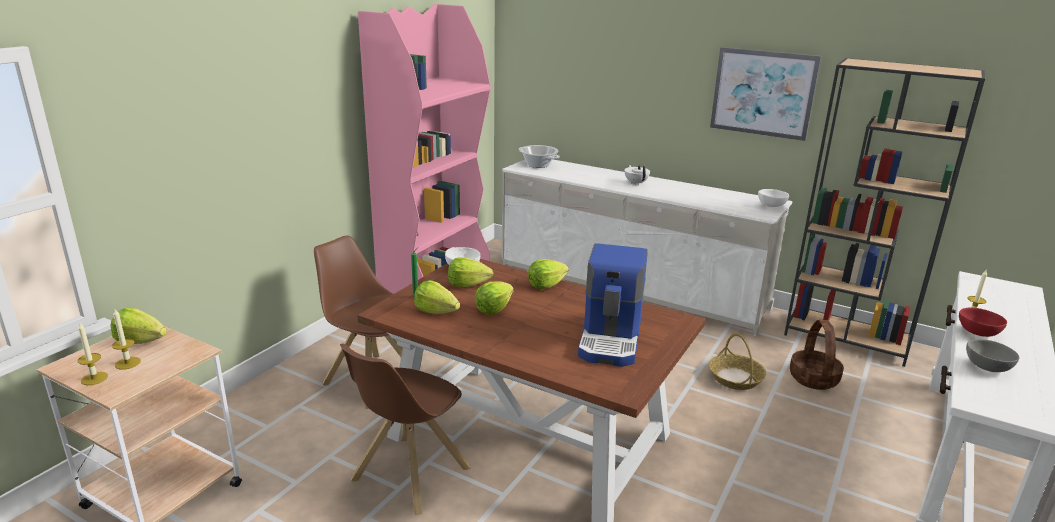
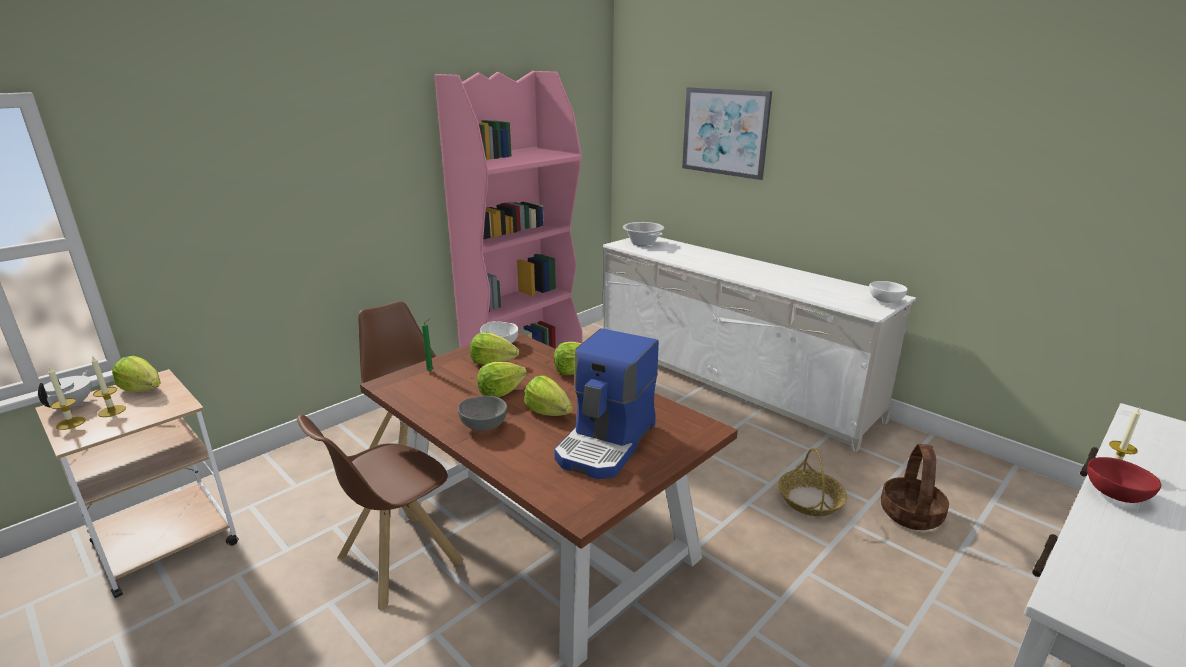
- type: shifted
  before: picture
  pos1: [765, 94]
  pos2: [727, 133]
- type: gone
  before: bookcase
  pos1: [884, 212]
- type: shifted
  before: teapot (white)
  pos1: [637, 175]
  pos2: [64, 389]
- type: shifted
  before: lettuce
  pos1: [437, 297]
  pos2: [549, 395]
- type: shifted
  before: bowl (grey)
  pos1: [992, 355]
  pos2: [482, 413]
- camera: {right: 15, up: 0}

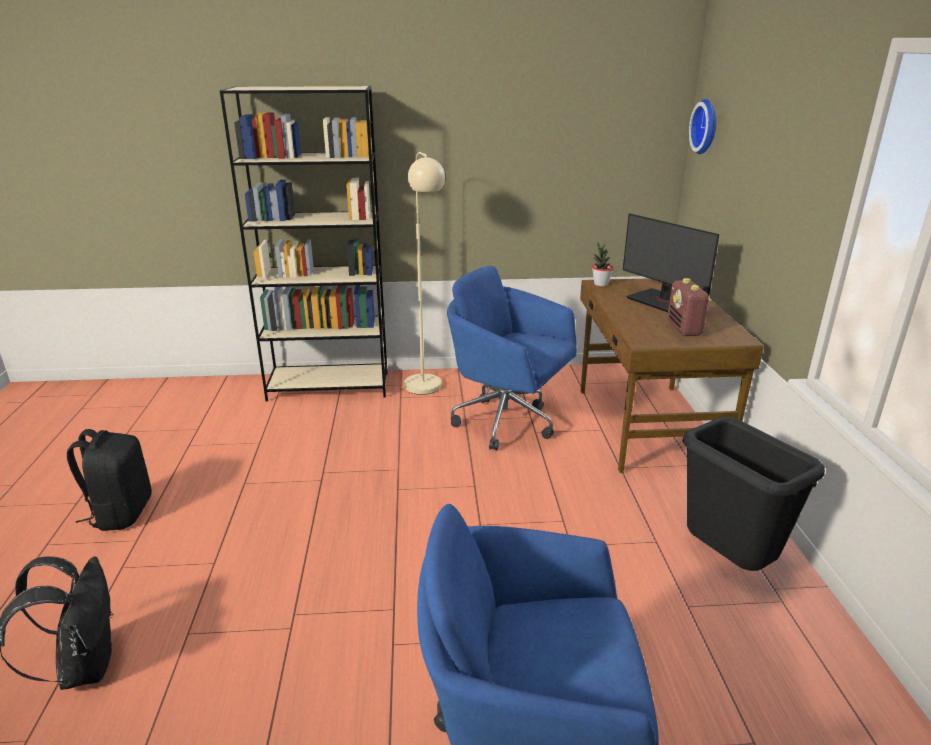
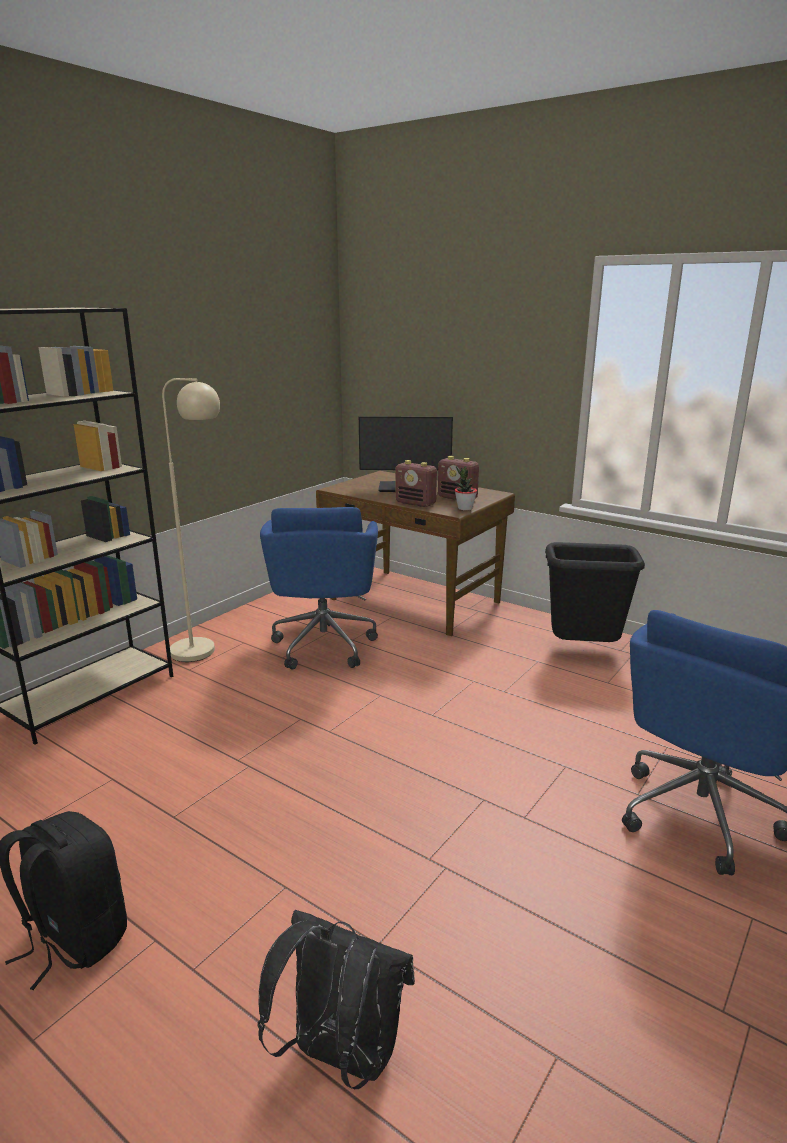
- type: gone
  before: wall clock
  pos1: [702, 126]
- type: shifted
  before: potted plant
  pos1: [603, 264]
  pos2: [466, 488]
- type: rotated
  before: office chair (blue)
  pos1: [512, 358]
  pos2: [319, 588]
  turn: -75
- type: new
  after: radio
  pos2: [416, 483]
- camera: {right: -50, up: -5}

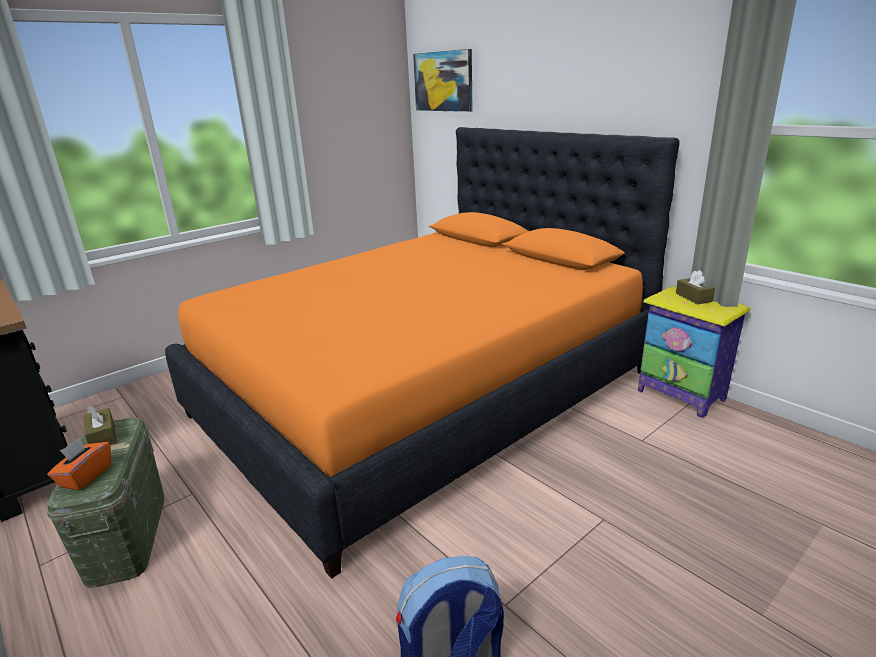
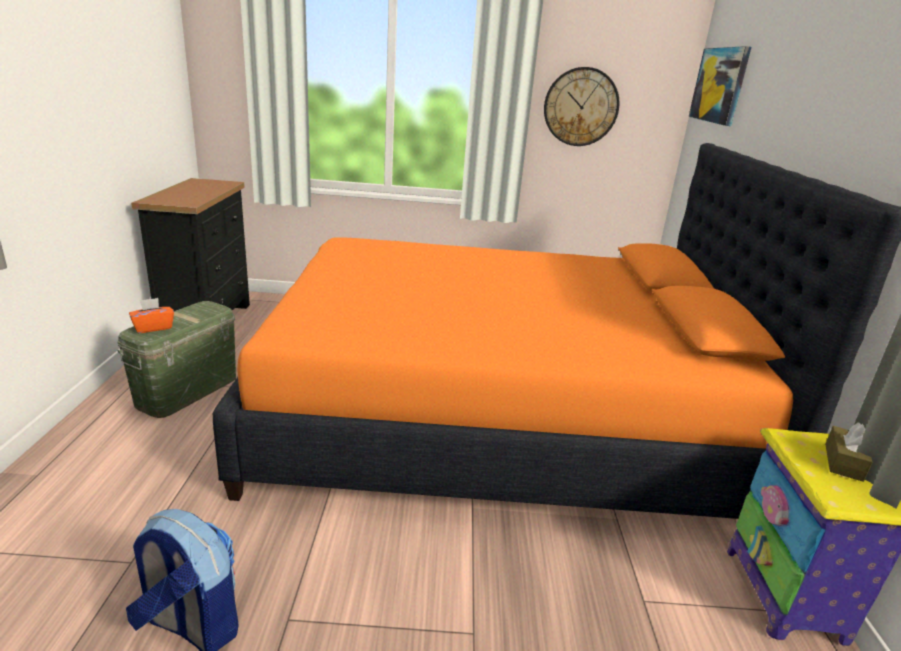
- type: gone
  before: tissue box (brown)
  pos1: [100, 425]
- type: new
  after: wall clock
  pos2: [582, 106]
- camera: {right: 40, up: 0}

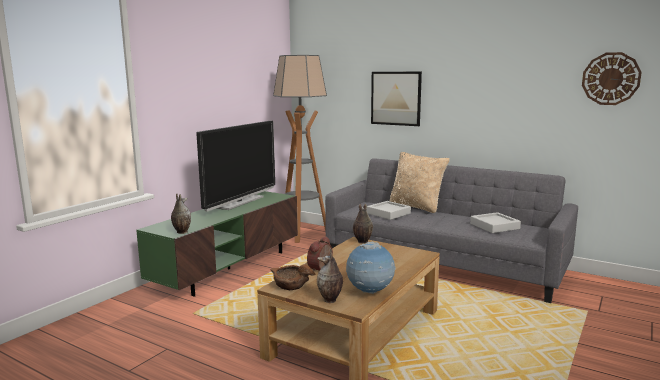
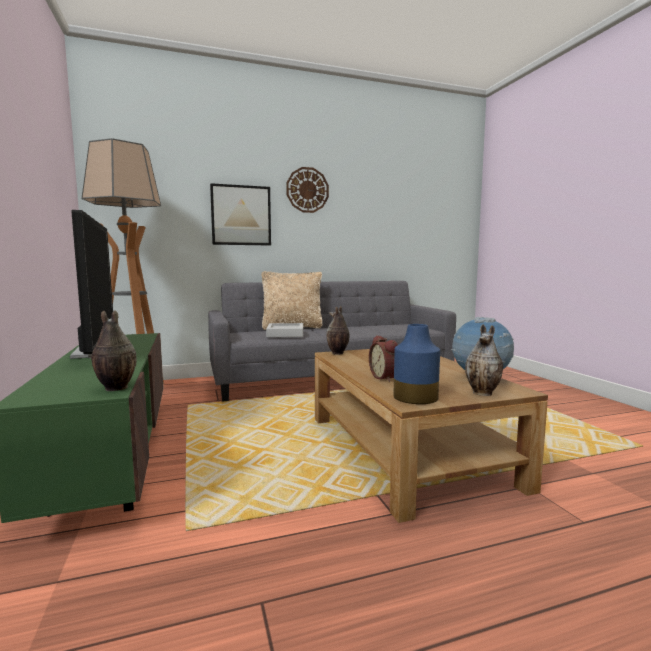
- type: shifted
  before: wall clock
  pos1: [612, 78]
  pos2: [307, 190]
- type: gone
  before: tray (grey)
  pos1: [495, 222]
- type: swapped
  before: bowl (brown)
  after: vase (blue)
  pos1: [292, 277]
  pos2: [416, 364]
- camera: {right: -50, up: -5}

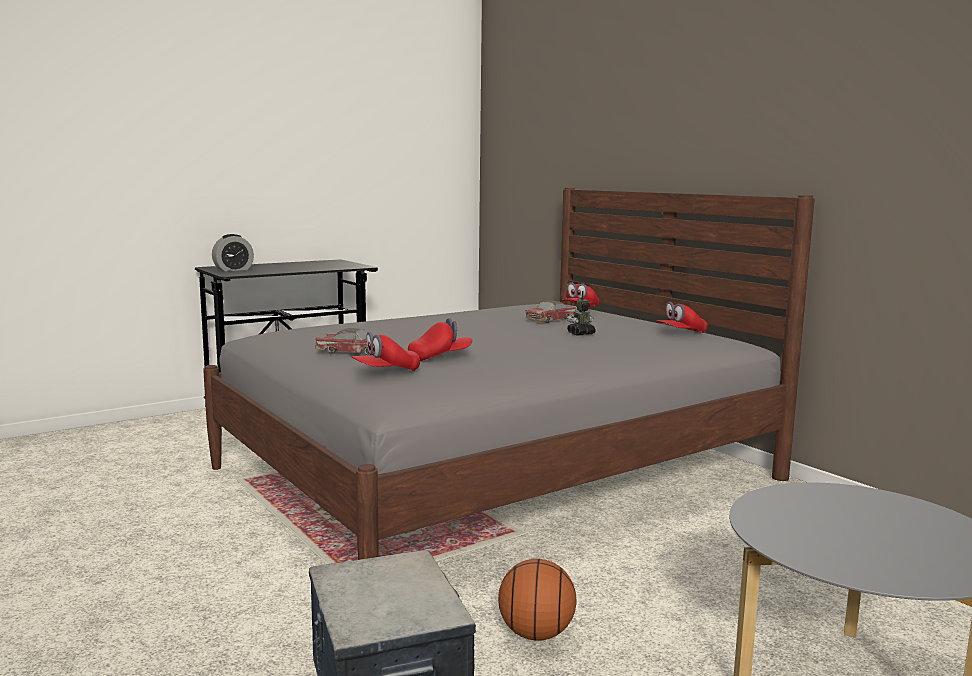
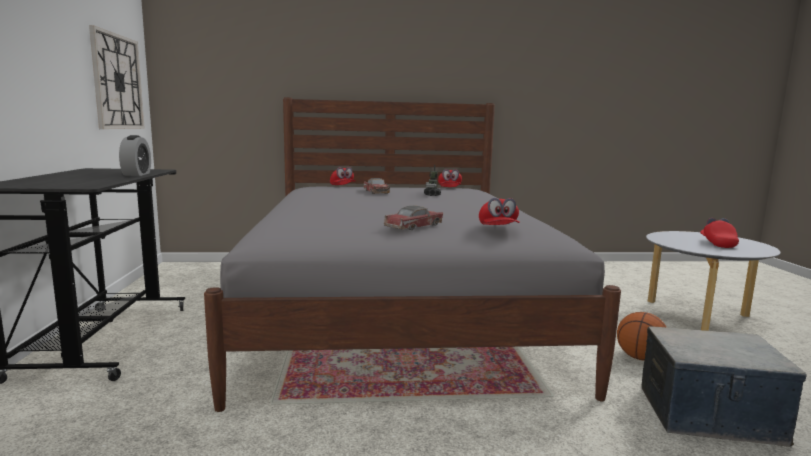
- type: shifted
  before: alarm clock
  pos1: [233, 252]
  pos2: [135, 155]
- type: shifted
  before: cap (red)
  pos1: [440, 339]
  pos2: [719, 233]
- type: new
  after: wall clock
  pos2: [117, 77]
- camera: {right: -60, up: 0}

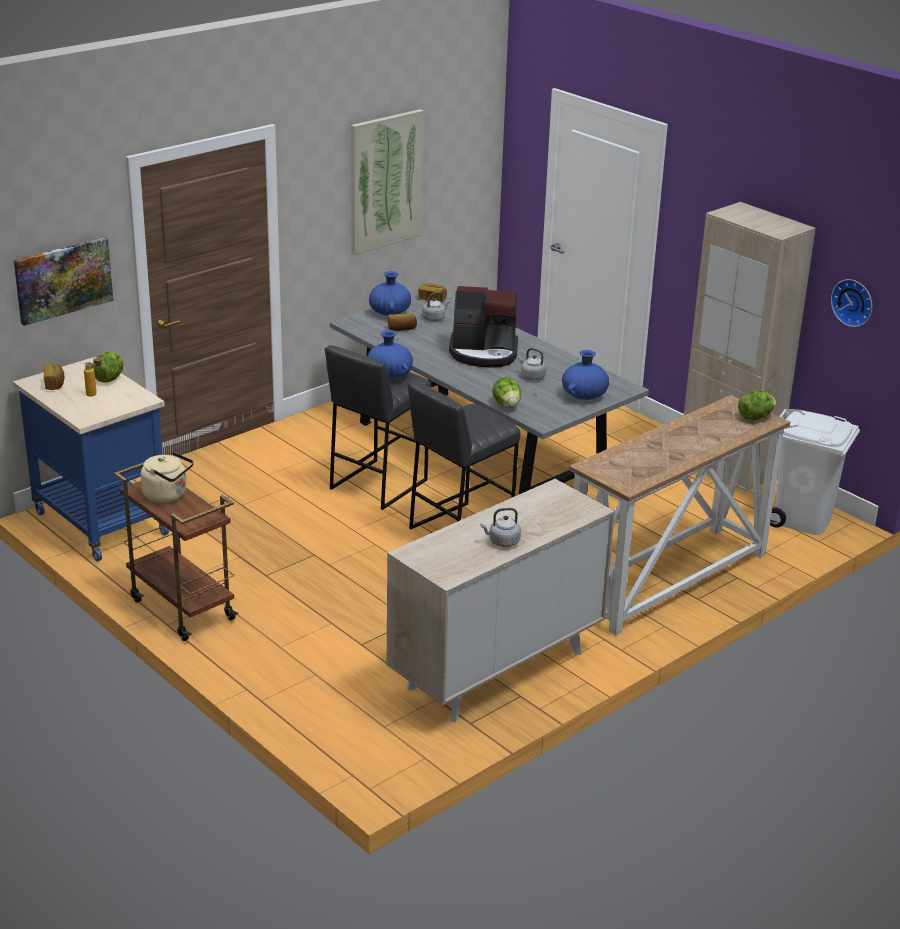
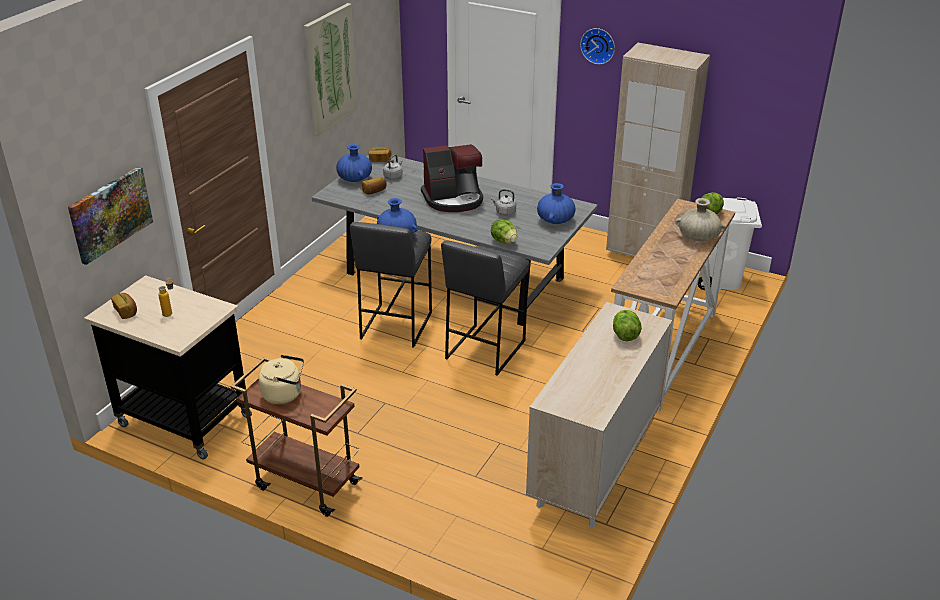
- type: shifted
  before: wall clock
  pos1: [851, 303]
  pos2: [597, 46]
- type: shifted
  before: lettuce
  pos1: [107, 367]
  pos2: [627, 325]
- type: repainted
  before: cart (blue)
  after: cart (black)
  pos1: [91, 459]
  pos2: [168, 367]
- type: gone
  before: kettle (grey)
  pos1: [501, 527]
- type: new
  after: vase (beige)
  pos2: [700, 219]
- camera: {right: -20, up: 5}

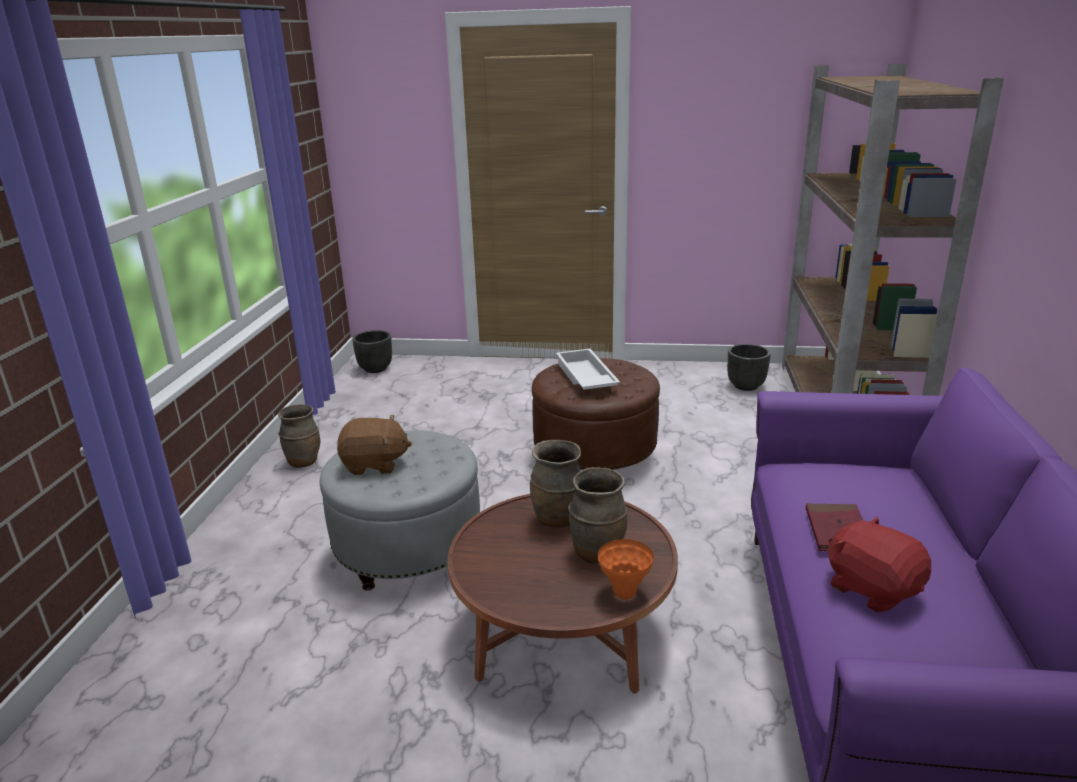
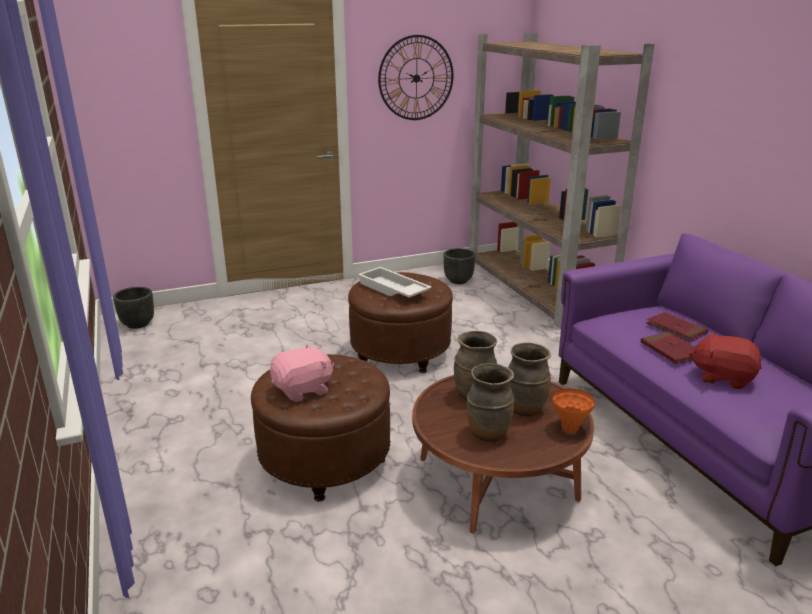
- type: shifted
  before: vase (brown)
  pos1: [299, 436]
  pos2: [490, 402]
- type: repainted
  before: plush toy (brown)
  after: plush toy (pink)
  pos1: [374, 445]
  pos2: [302, 373]
- type: repainted
  before: ottoman (grey)
  after: ottoman (brown)
  pos1: [400, 510]
  pos2: [321, 428]
- type: new
  after: wall clock
  pos2: [415, 77]
- type: new
  after: book (red)
  pos2: [677, 327]
- camera: {right: -30, up: 0}

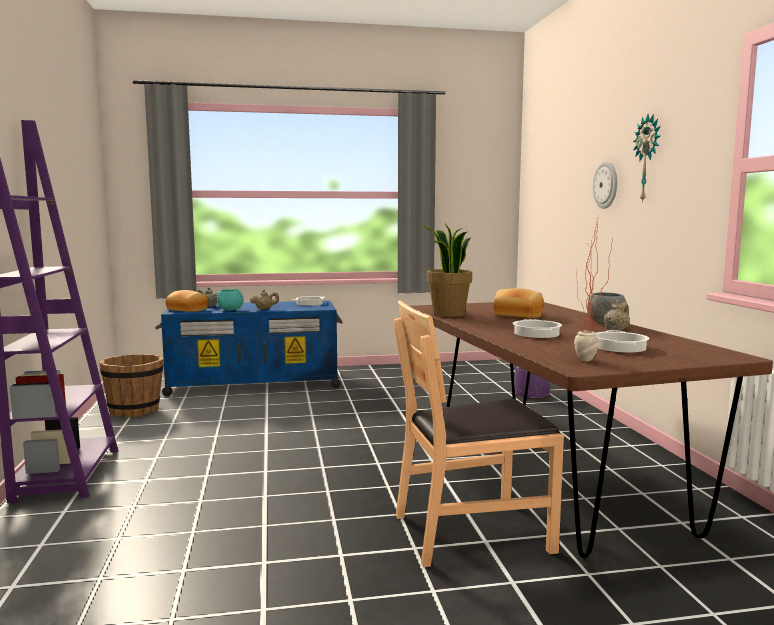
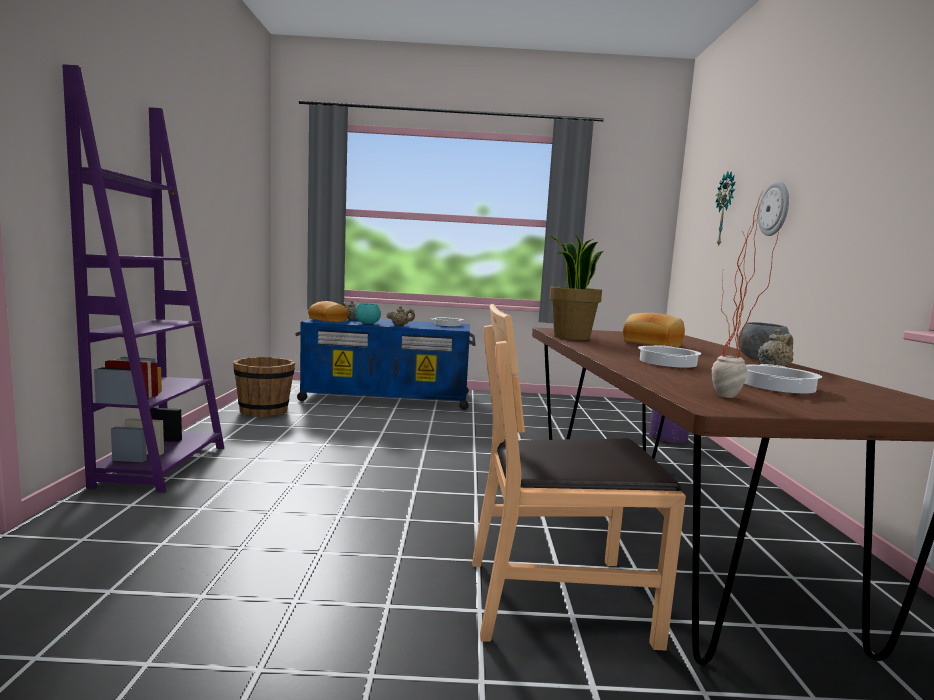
- type: shifted
  before: wall clock
  pos1: [646, 158]
  pos2: [726, 209]
- camera: {right: 10, up: 0}

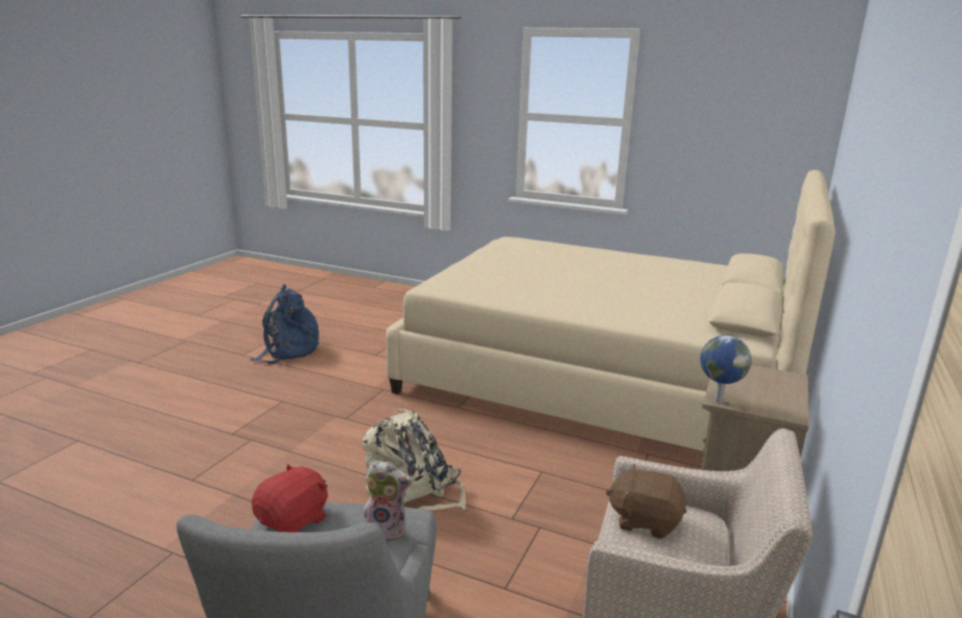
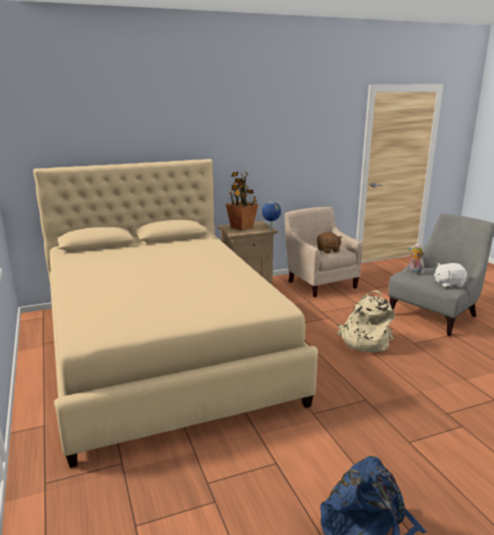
- type: repainted
  before: plush toy (red)
  after: plush toy (white)
  pos1: [289, 497]
  pos2: [450, 275]
- type: new
  after: potted plant
  pos2: [242, 200]
- camera: {right: -135, up: 0}

